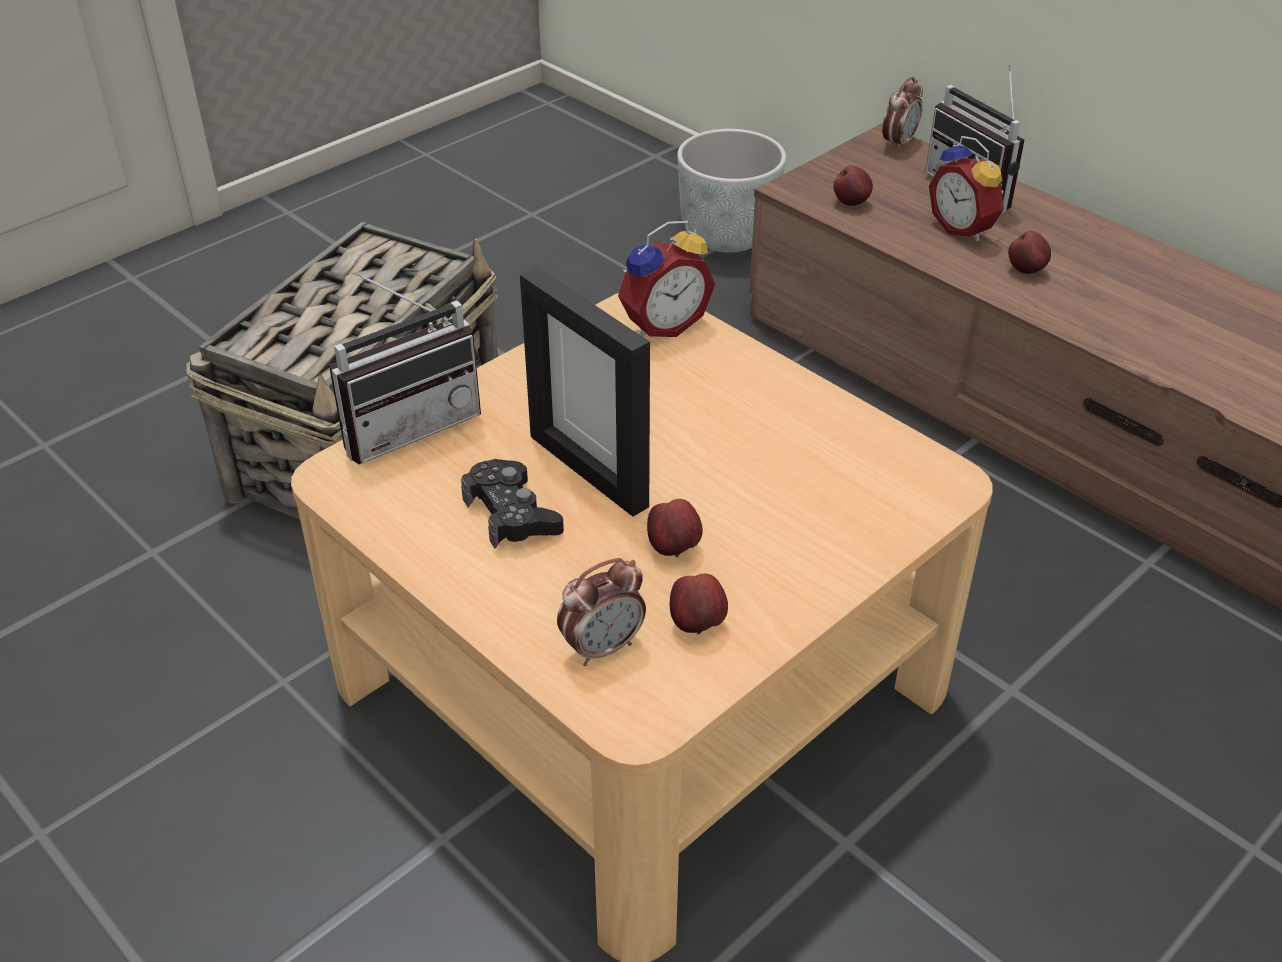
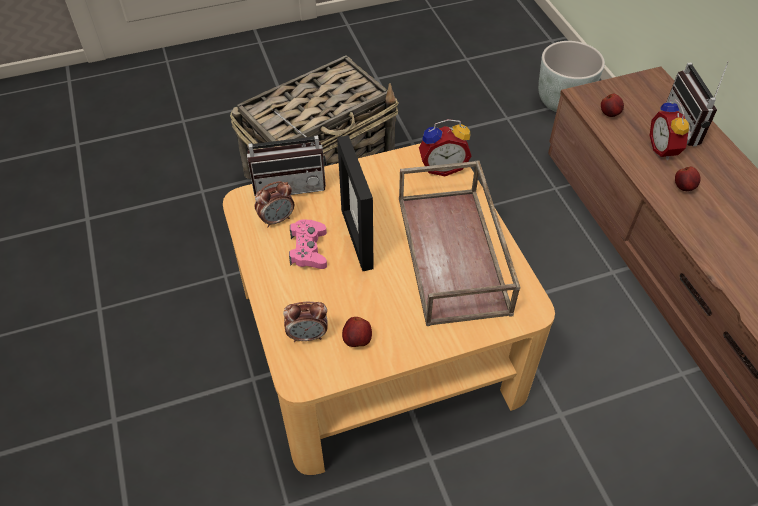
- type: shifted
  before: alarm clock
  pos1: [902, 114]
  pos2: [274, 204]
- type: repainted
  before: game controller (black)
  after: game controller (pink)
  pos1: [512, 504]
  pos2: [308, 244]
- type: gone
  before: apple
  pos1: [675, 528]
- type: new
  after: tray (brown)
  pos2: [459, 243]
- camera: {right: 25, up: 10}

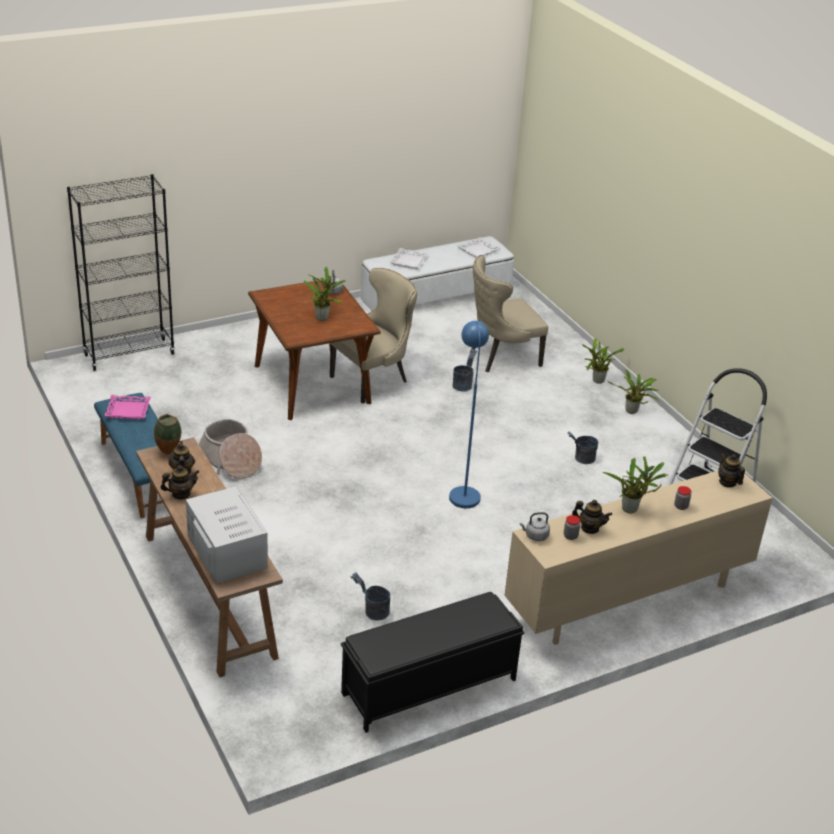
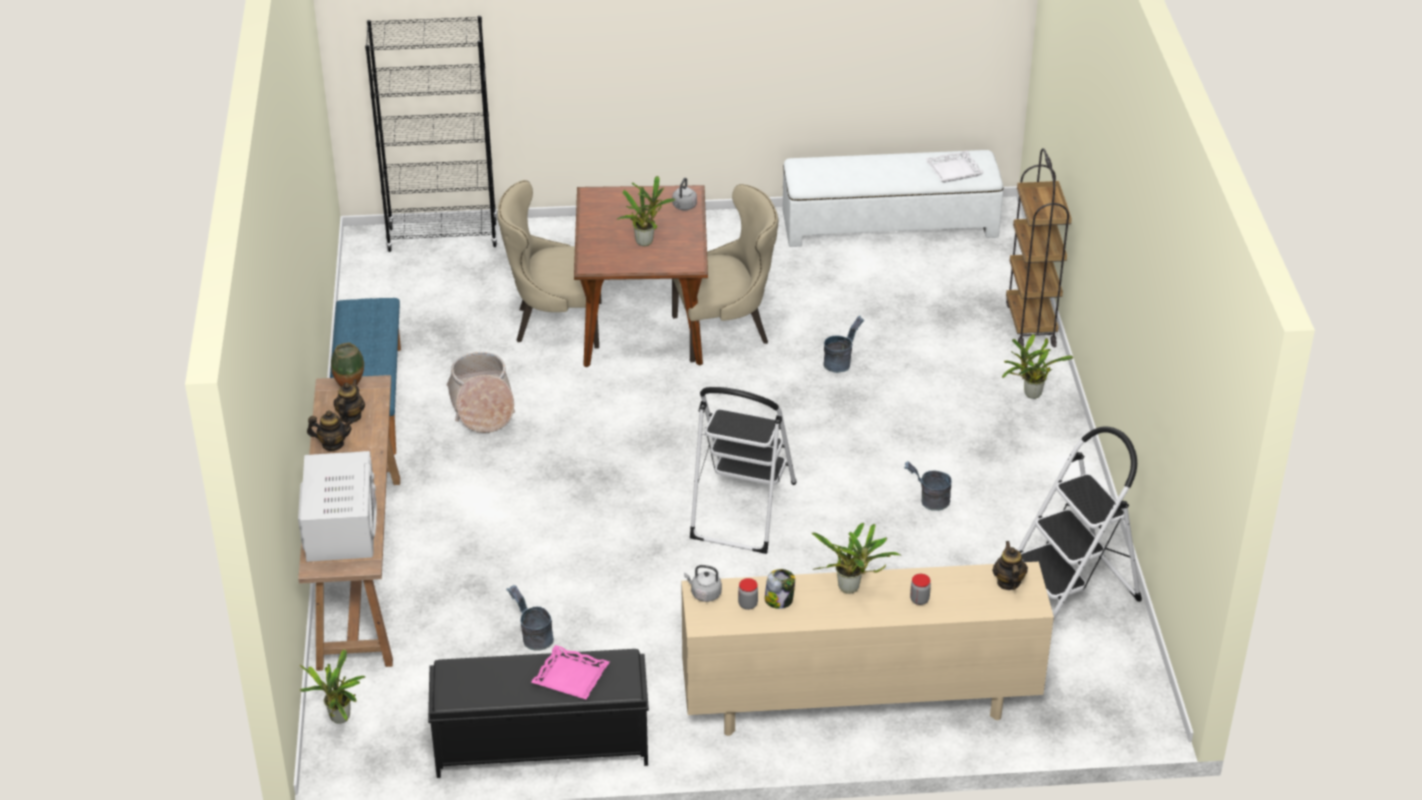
- type: gone
  before: tray (white)
  pos1: [409, 258]
- type: shifted
  before: chair (beige)
  pos1: [509, 313]
  pos2: [549, 264]
- type: swapped
  before: floor lamp (blue)
  after: step ladder
  pos1: [469, 414]
  pos2: [743, 470]
- type: shifted
  before: potted plant
  pos1: [634, 392]
  pos2: [332, 686]
- type: shifted
  before: tray (pink)
  pos1: [127, 407]
  pos2: [570, 672]
- type: swapped
  before: teapot
  after: jar
  pos1: [592, 517]
  pos2: [780, 589]
- type: new
  after: cart (brown)
  pos2: [1039, 247]
- camera: {right: 25, up: 5}

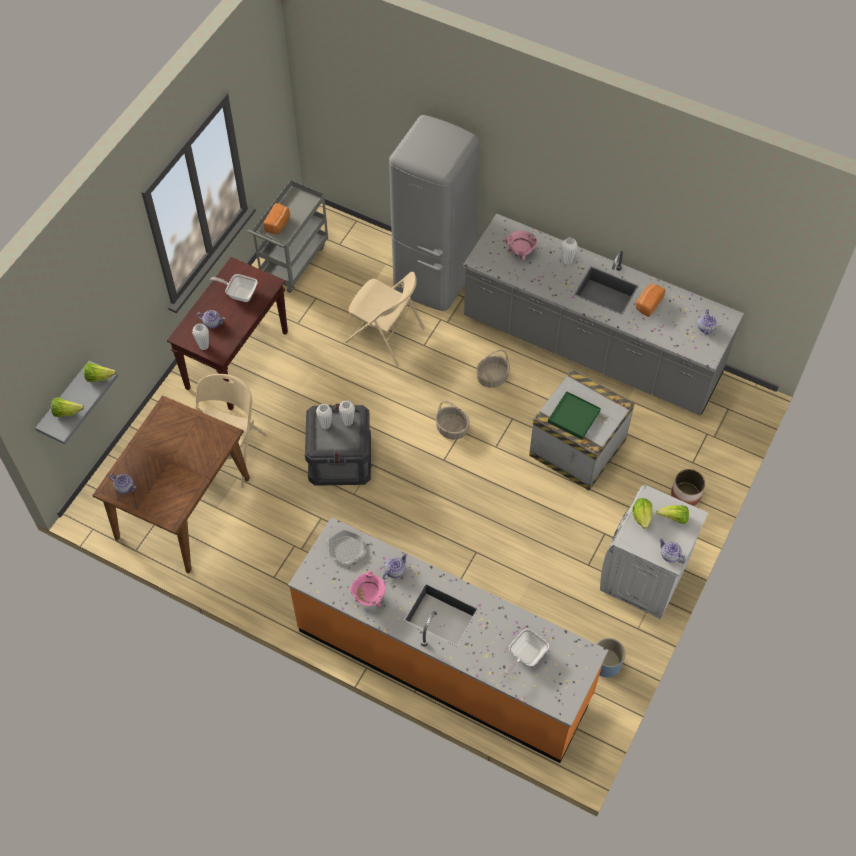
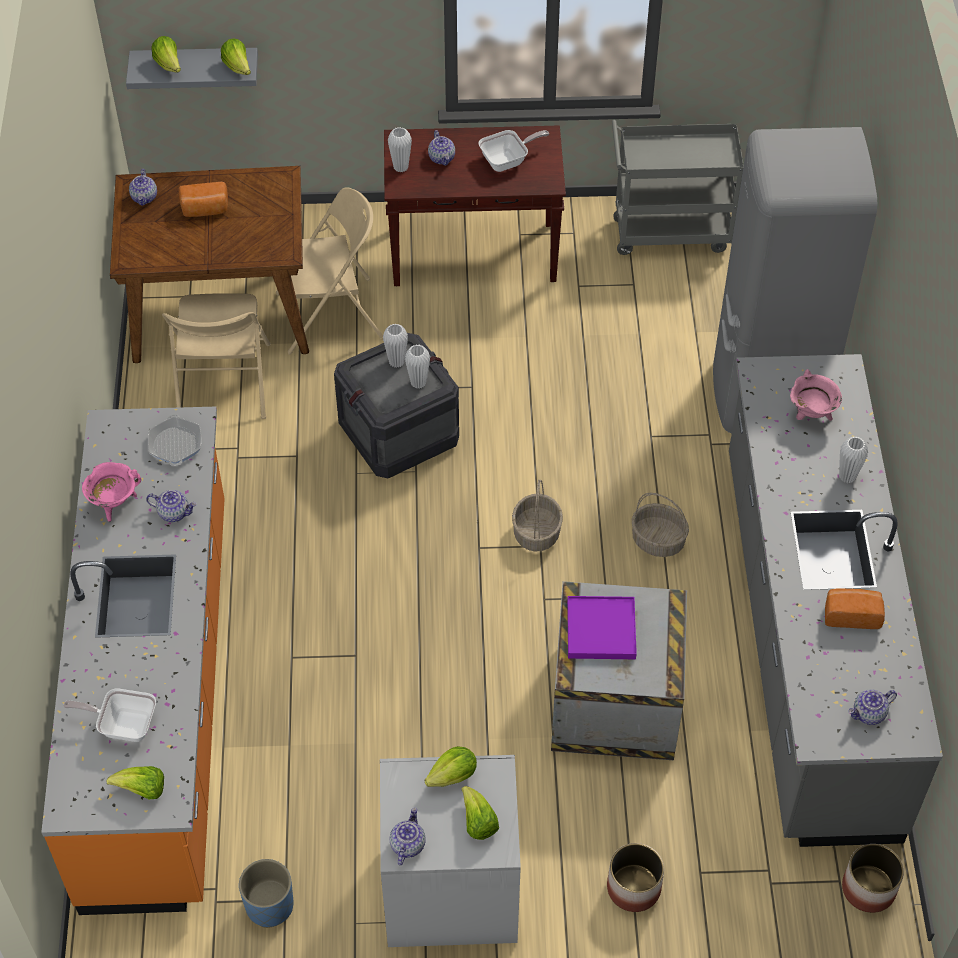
- type: shifted
  before: bread
  pos1: [276, 218]
  pos2: [203, 199]
- type: shifted
  before: chair (beige)
  pos1: [385, 319]
  pos2: [216, 356]
- type: rotated
  before: frying pan
  pos1: [234, 288]
  pos2: [513, 151]
  turn: 75
- type: repainted
  before: tray (green)
  after: tray (purple)
  pos1: [574, 415]
  pos2: [602, 627]
- type: new
  after: lettuce
  pos2: [135, 782]
- type: new
  after: planter
  pos2: [873, 878]
- camera: {right: 60, up: -5}

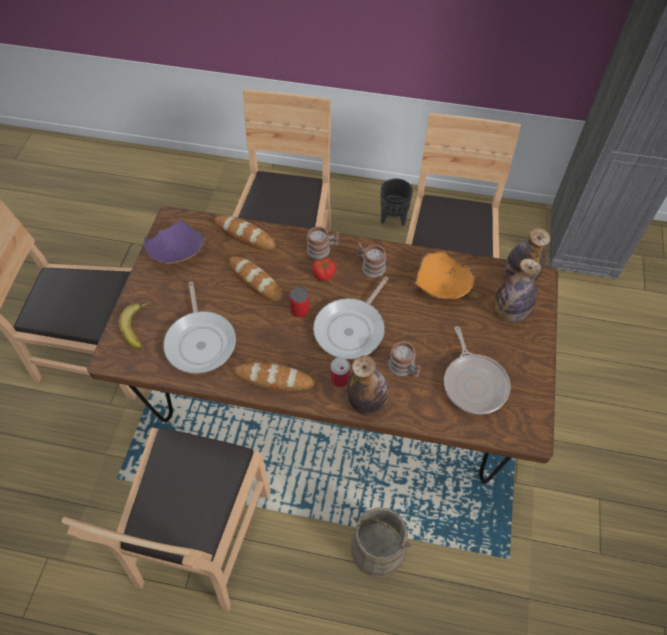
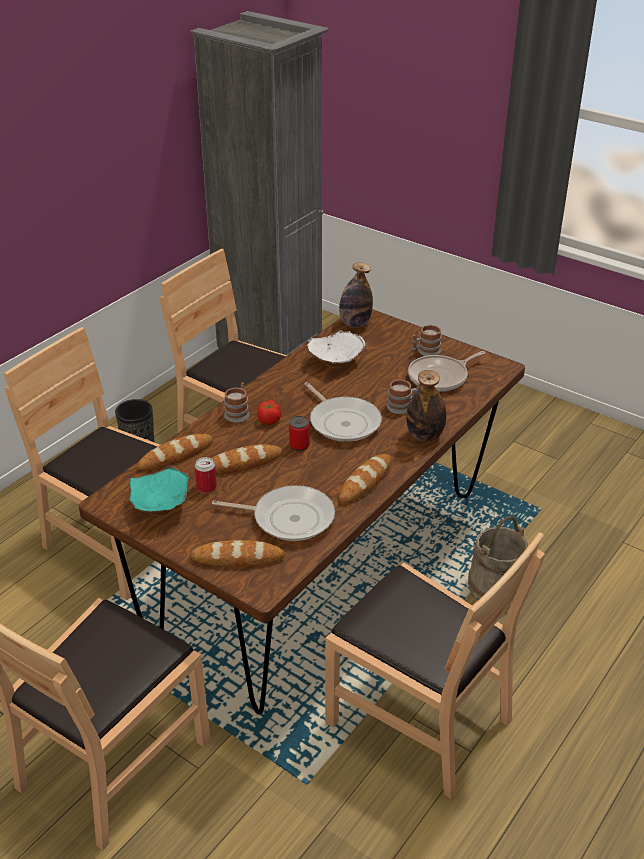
- type: repainted
  before: bowl (purple)
  after: bowl (turquoise)
  pos1: [174, 241]
  pos2: [159, 490]
- type: shifted
  before: mug
  pos1: [371, 259]
  pos2: [426, 340]
- type: repainted
  before: bowl (orange)
  after: bowl (white)
  pos1: [444, 275]
  pos2: [335, 349]
- type: gone
  before: bottle
  pos1: [518, 290]
- type: swapped
  before: banana
  after: bread
  pos1: [135, 325]
  pos2: [237, 553]
- type: rotated
  before: frying pan
  pos1: [477, 370]
  pos2: [446, 371]
  turn: 135
- type: shifted
  before: can
  pos1: [340, 372]
  pos2: [206, 475]
- camera: {right: -65, up: -20}

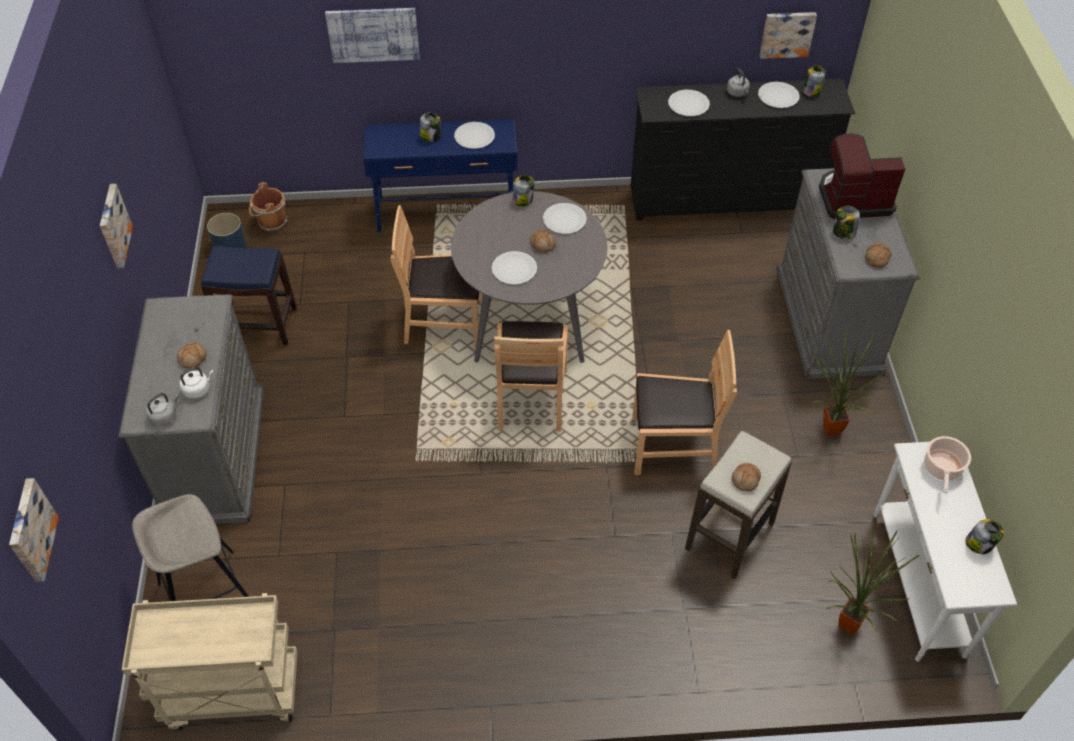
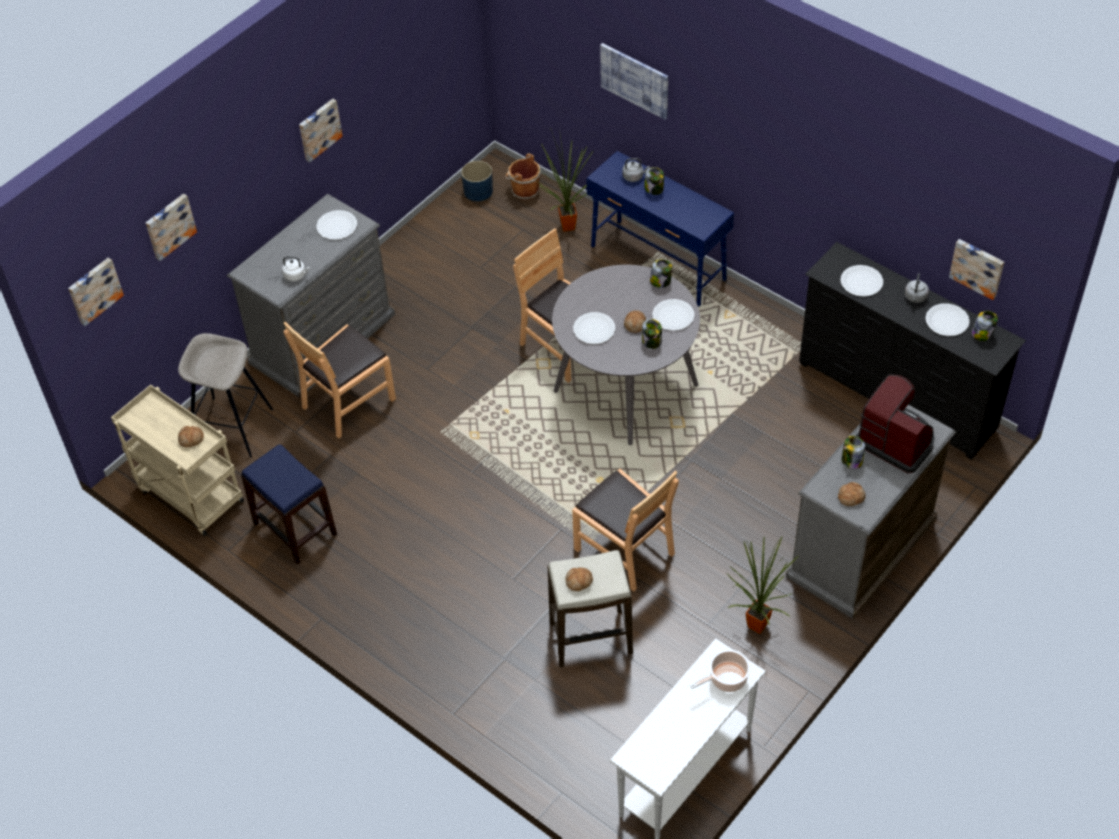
- type: shifted
  before: plate (white)
  pos1: [474, 135]
  pos2: [336, 225]
- type: shifted
  before: stool
  pos1: [249, 295]
  pos2: [289, 504]
- type: shifted
  before: chair (brown)
  pos1: [531, 376]
  pos2: [339, 380]
- type: shifted
  before: bread
  pos1: [192, 355]
  pos2: [191, 436]
- type: shifted
  before: kettle (grey)
  pos1: [162, 409]
  pos2: [636, 170]
- type: shifted
  before: jar
  pos1: [984, 536]
  pos2: [652, 334]
- type: shifted
  before: potted plant
  pos1: [872, 582]
  pos2: [565, 180]
- type: new
  after: picture
  pos2: [171, 227]
- camera: {right: 45, up: 0}

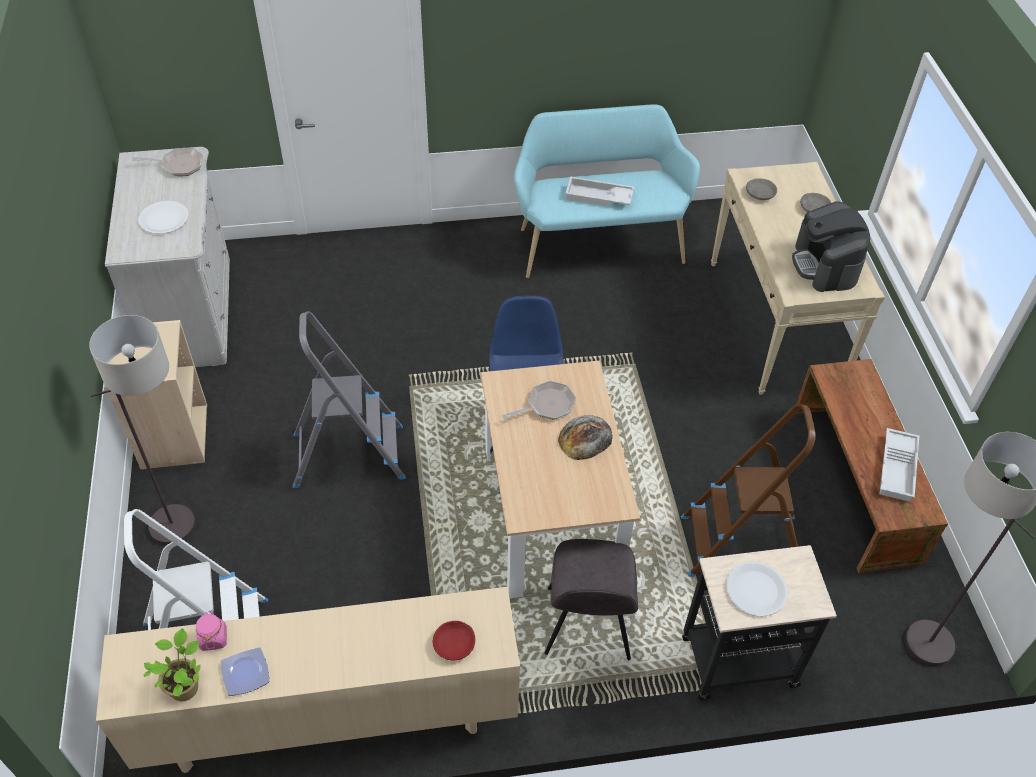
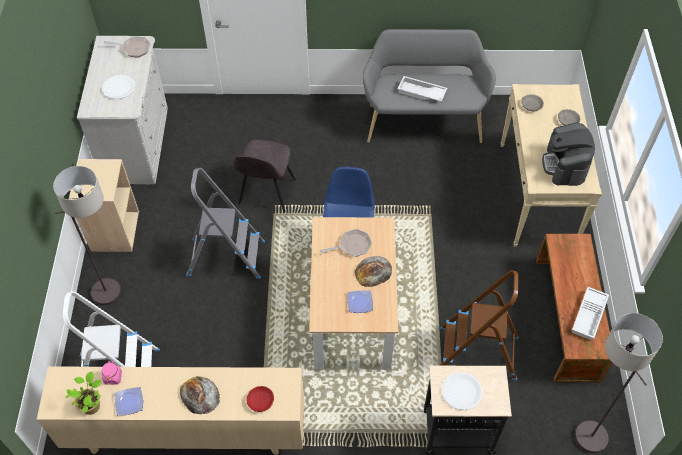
- type: repainted
  before: bench (turquoise)
  after: bench (grey)
  pos1: [607, 191]
  pos2: [429, 86]
- type: shifted
  before: chair (grey)
  pos1: [591, 599]
  pos2: [265, 176]
- type: new
  after: plate
  pos2: [360, 301]
- type: new
  after: bread
  pos2: [200, 395]
- camera: {right: 10, up: 5}

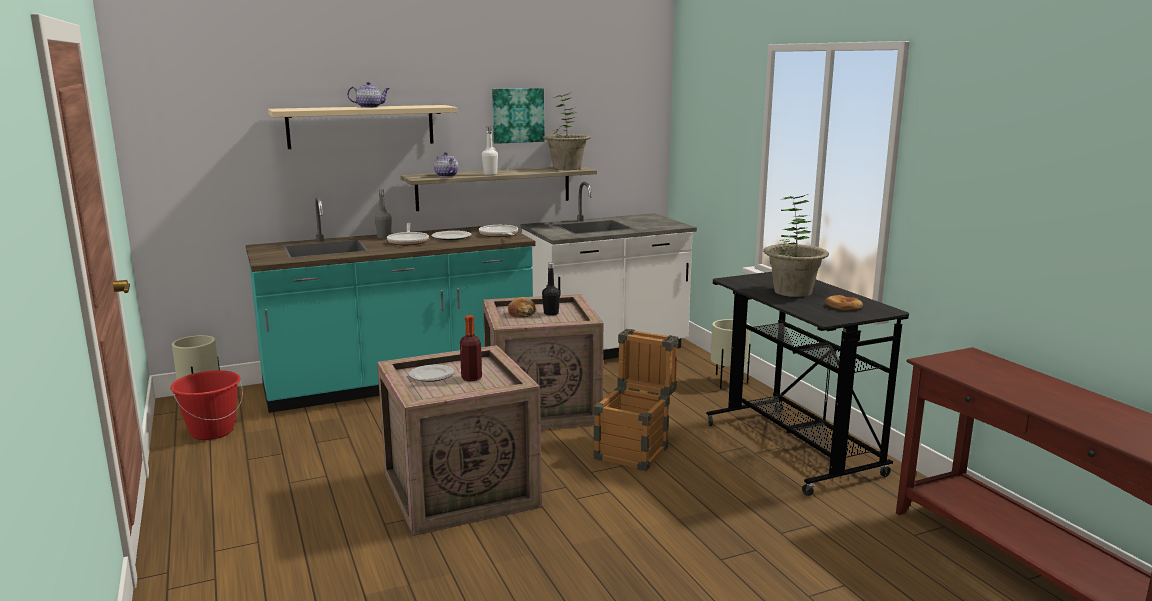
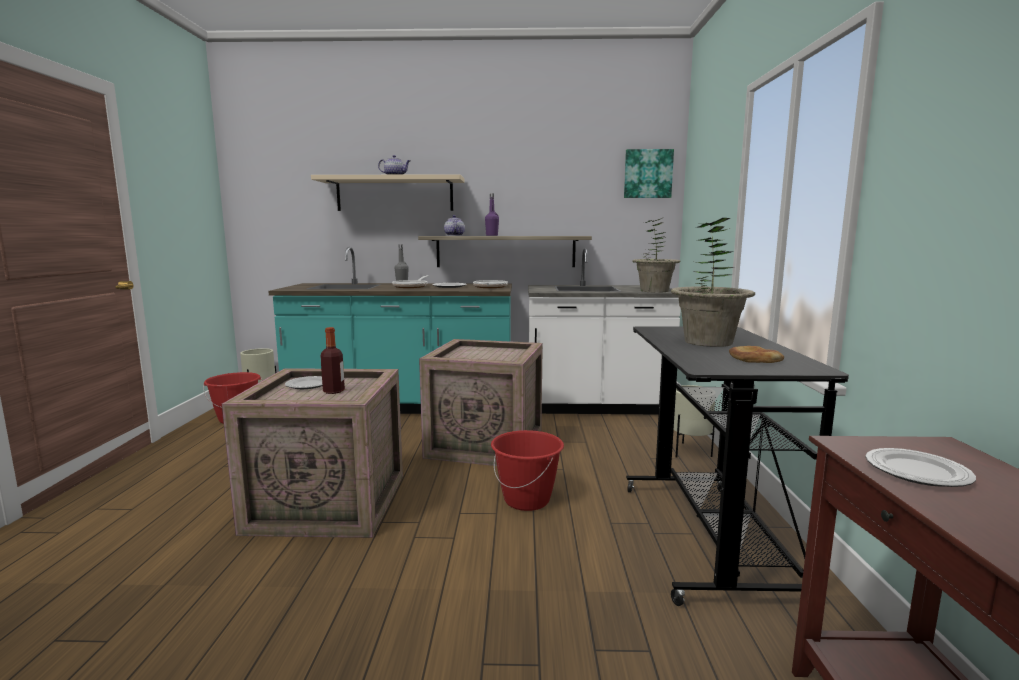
- type: shifted
  before: picture
  pos1: [518, 116]
  pos2: [649, 173]
- type: shifted
  before: potted plant
  pos1: [567, 131]
  pos2: [656, 255]
- type: repainted
  before: bottle (white)
  after: bottle (purple)
  pos1: [490, 150]
  pos2: [492, 215]
- type: gone
  before: bottle (black)
  pos1: [551, 289]
- type: gone
  before: bread
  pos1: [521, 307]
- type: swapped
  before: crate
  after: bucket (red)
  pos1: [635, 400]
  pos2: [527, 470]
- type: new
  after: plate
  pos2: [920, 467]
- camera: {right: 25, up: -5}

